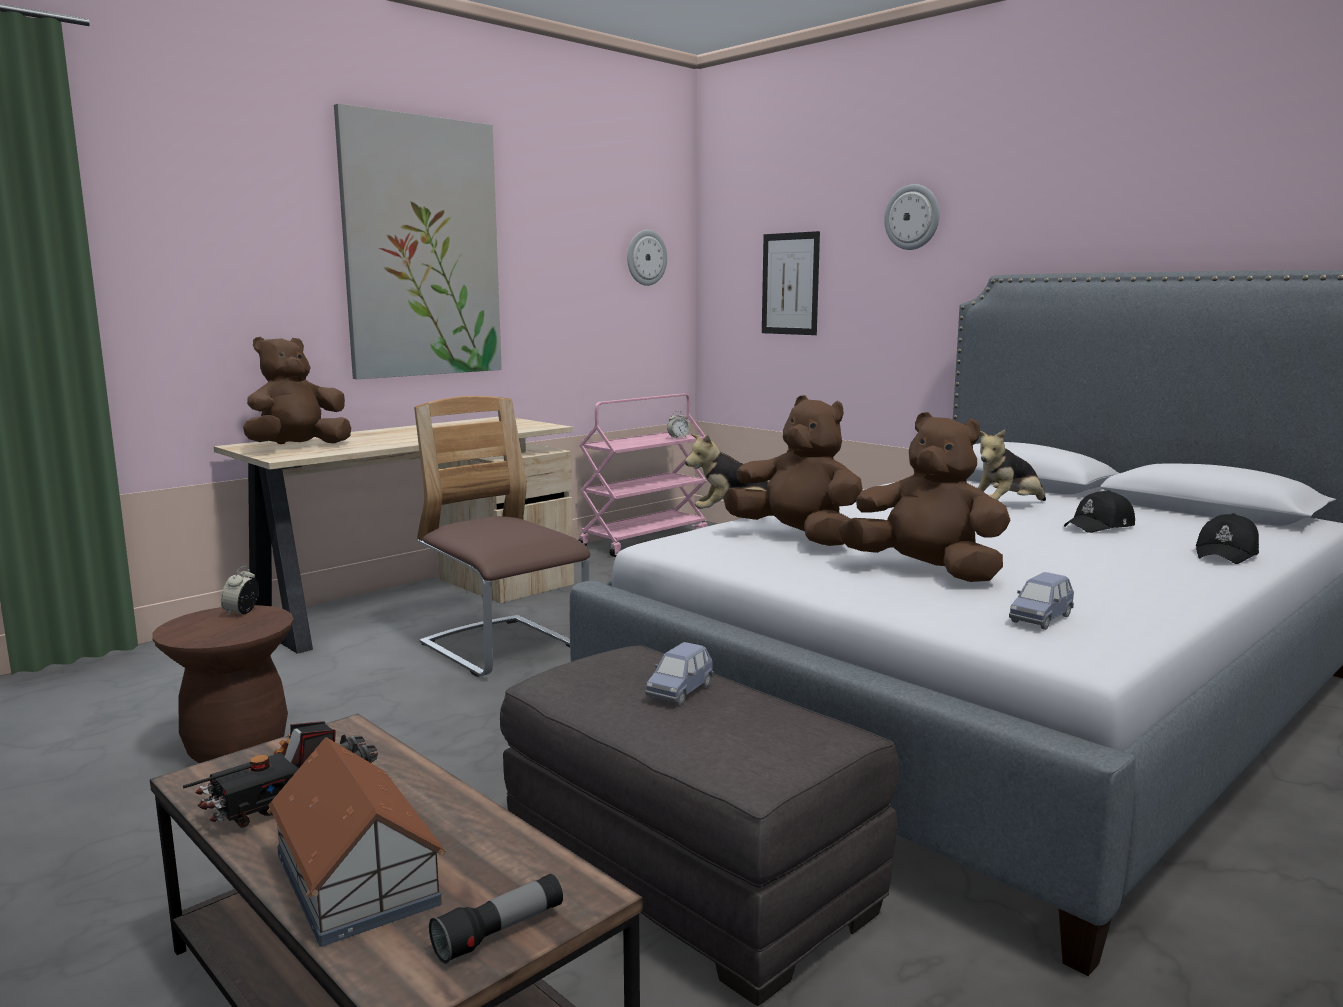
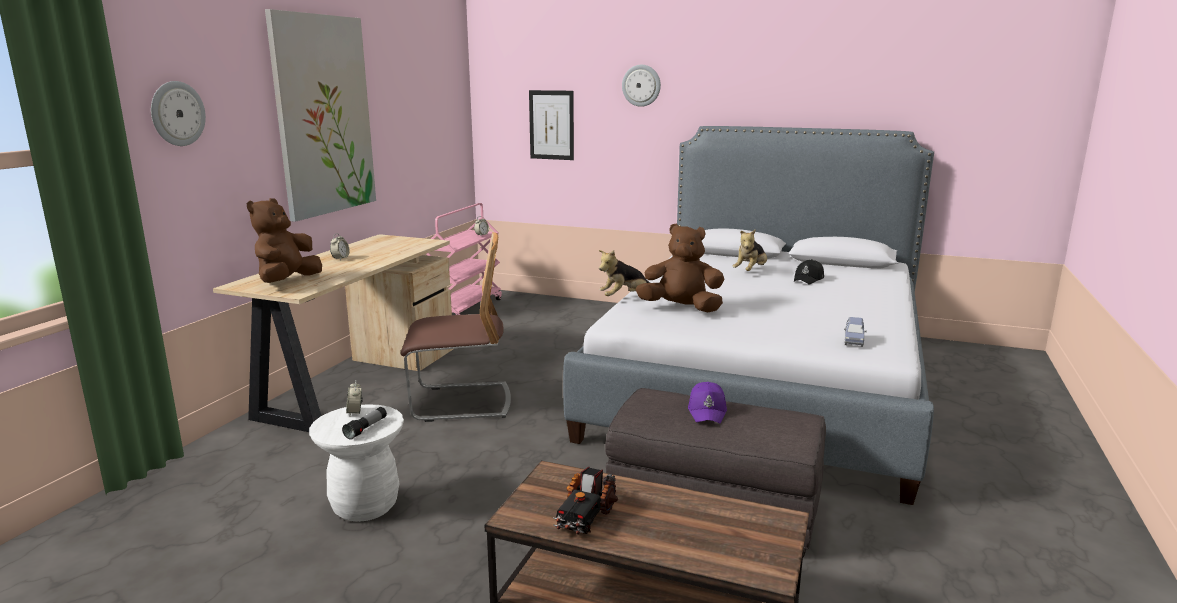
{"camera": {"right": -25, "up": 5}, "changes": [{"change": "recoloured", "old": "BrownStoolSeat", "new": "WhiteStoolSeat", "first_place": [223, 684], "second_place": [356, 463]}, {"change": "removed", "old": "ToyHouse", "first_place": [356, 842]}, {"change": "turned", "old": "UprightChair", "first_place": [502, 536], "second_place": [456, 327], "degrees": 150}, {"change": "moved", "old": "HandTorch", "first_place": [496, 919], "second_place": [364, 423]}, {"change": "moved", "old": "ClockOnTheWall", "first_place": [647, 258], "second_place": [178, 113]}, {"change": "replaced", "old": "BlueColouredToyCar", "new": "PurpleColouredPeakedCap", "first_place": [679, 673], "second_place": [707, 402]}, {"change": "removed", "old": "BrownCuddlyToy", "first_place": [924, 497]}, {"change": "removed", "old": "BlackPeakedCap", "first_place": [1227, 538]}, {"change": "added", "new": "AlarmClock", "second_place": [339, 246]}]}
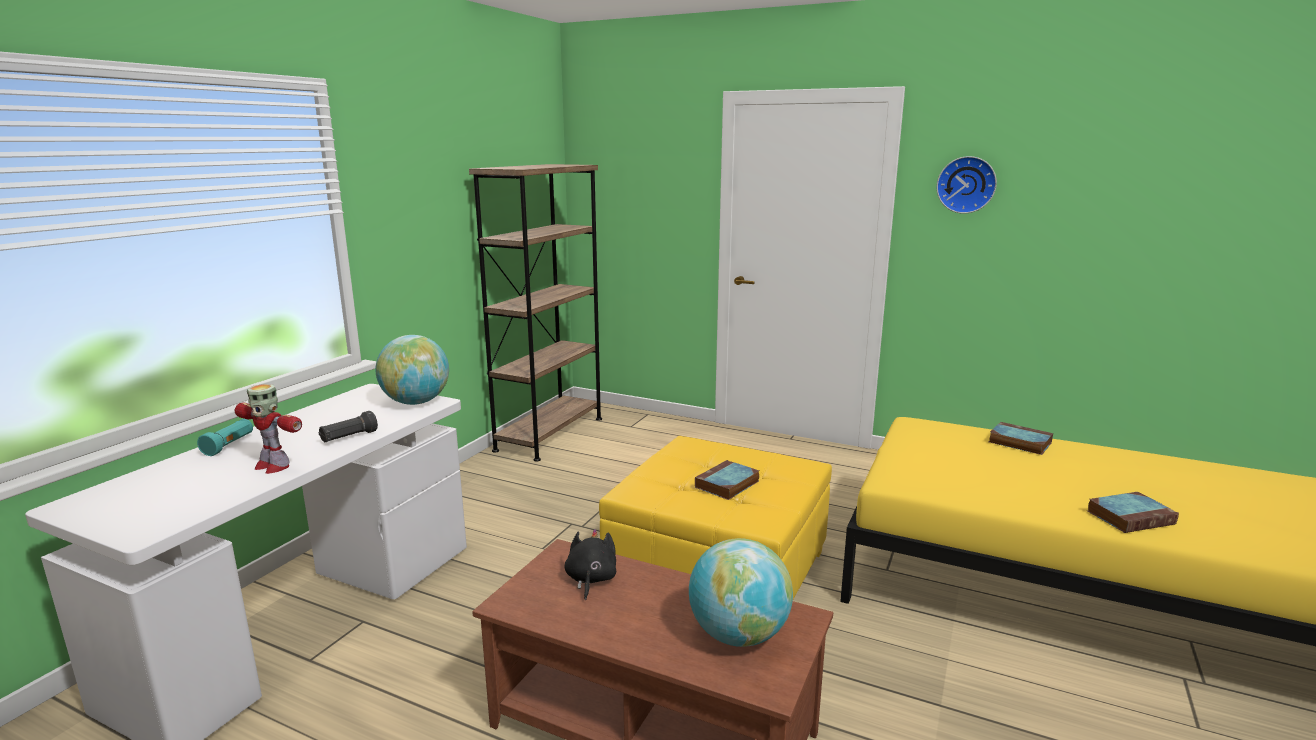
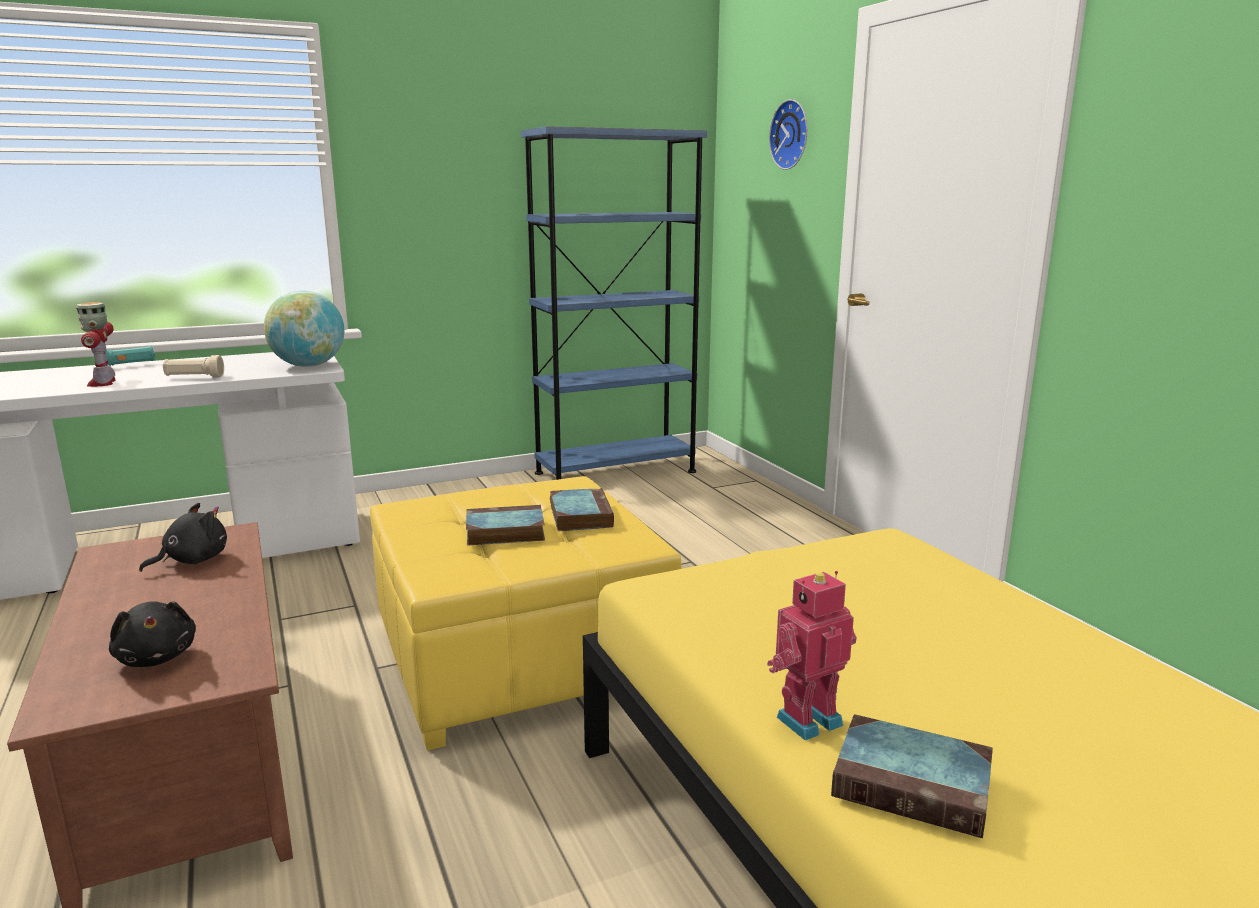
{"camera": {"right": 40, "up": 0}, "changes": [{"change": "recoloured", "old": "BlackHandTorch", "new": "SandColouredHandTorch", "first_place": [348, 426], "second_place": [193, 366]}, {"change": "recoloured", "old": "BrownShelvingUnit", "new": "BlueColouredShelvingUnit", "first_place": [535, 313], "second_place": [614, 303]}, {"change": "replaced", "old": "Globe", "new": "BlackCuddlyToy", "first_place": [741, 592], "second_place": [152, 634]}, {"change": "moved", "old": "ClockOnTheWall", "first_place": [966, 185], "second_place": [788, 134]}, {"change": "moved", "old": "Volume", "first_place": [1021, 438], "second_place": [582, 509]}, {"change": "added", "new": "ToyRobot", "second_place": [812, 655]}]}
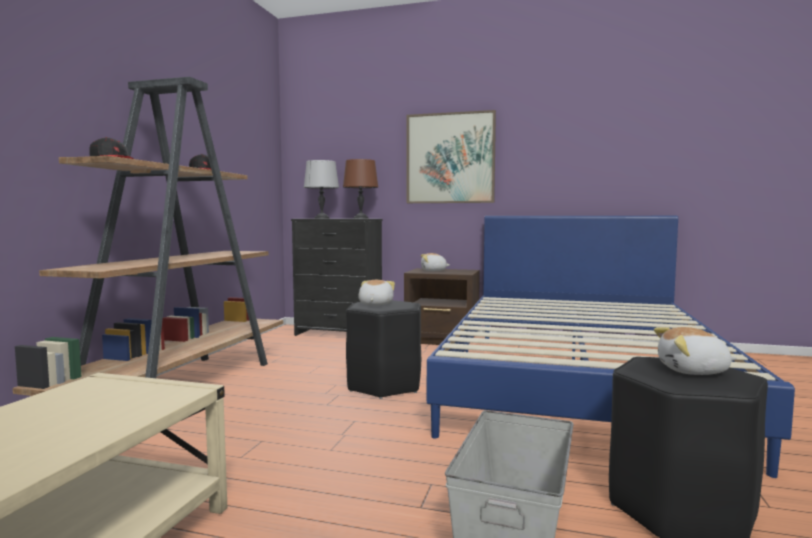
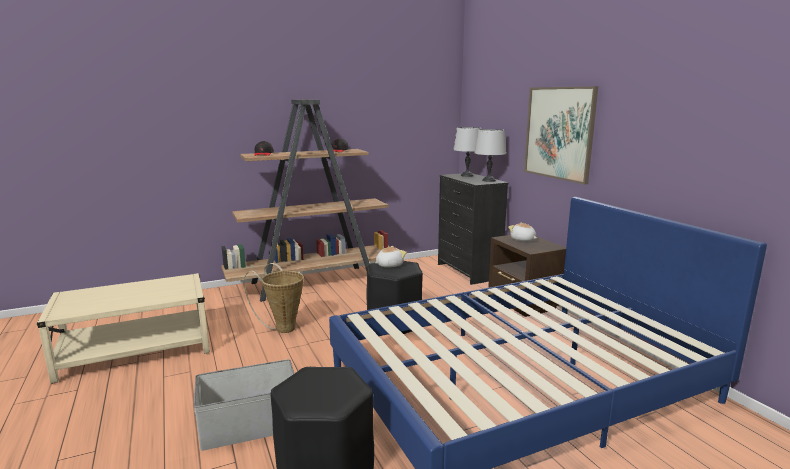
{"camera": {"right": 50, "up": 10}, "changes": [{"change": "recoloured", "old": "BrownTableLamp", "new": "GreyishTableLamp", "first_place": [360, 189], "second_place": [490, 155]}, {"change": "removed", "old": "CuddlyToy", "first_place": [695, 351]}, {"change": "added", "new": "Basket", "second_place": [274, 298]}]}
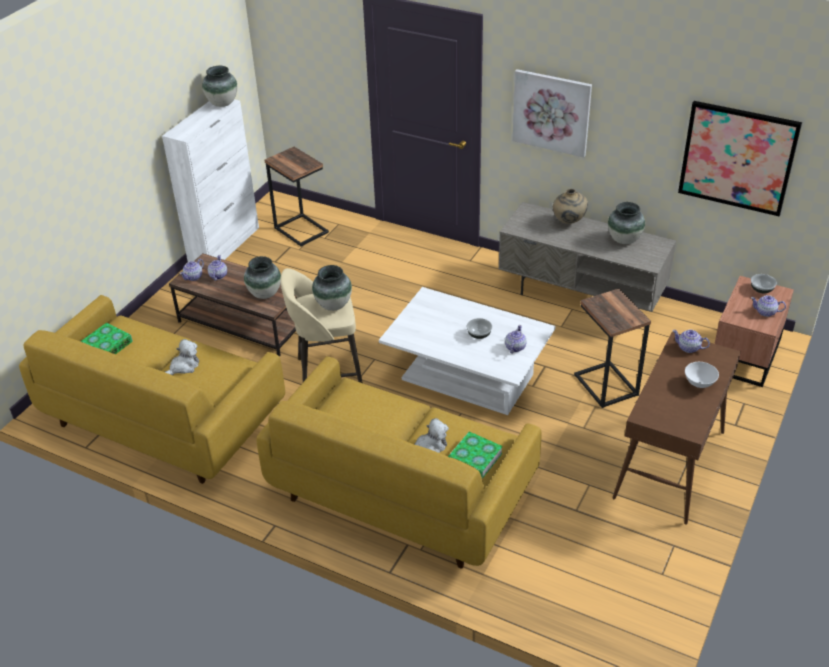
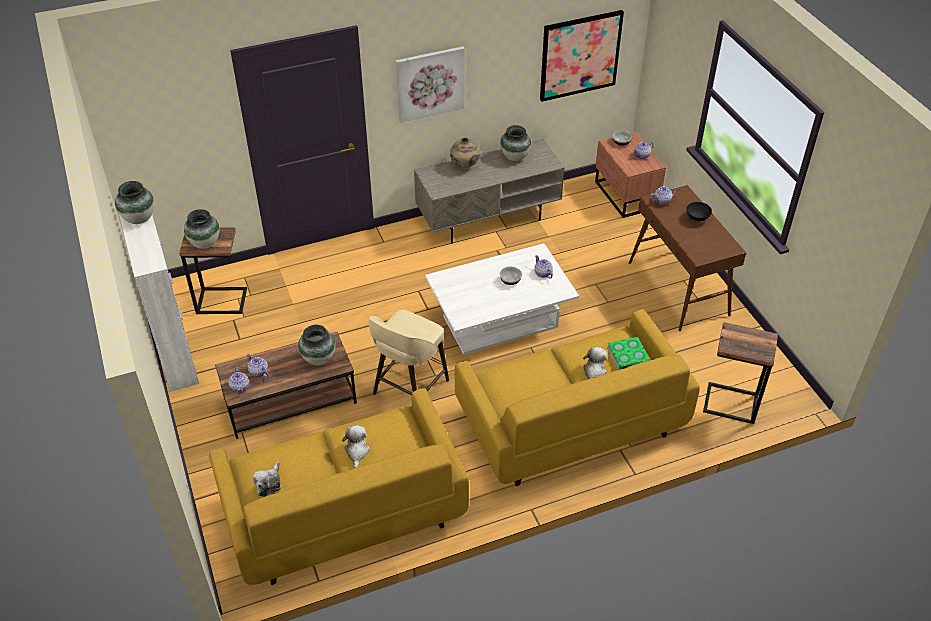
{"camera": {"right": -50, "up": 5}, "changes": [{"change": "replaced", "old": "Volume", "new": "CuddlyToy", "first_place": [107, 338], "second_place": [267, 479]}, {"change": "moved", "old": "FlowerVase", "first_place": [332, 288], "second_place": [202, 229]}, {"change": "moved", "old": "SideTable", "first_place": [612, 348], "second_place": [740, 373]}, {"change": "recoloured", "old": "WhiteBowl", "new": "BlackBowl", "first_place": [702, 375], "second_place": [699, 211]}]}
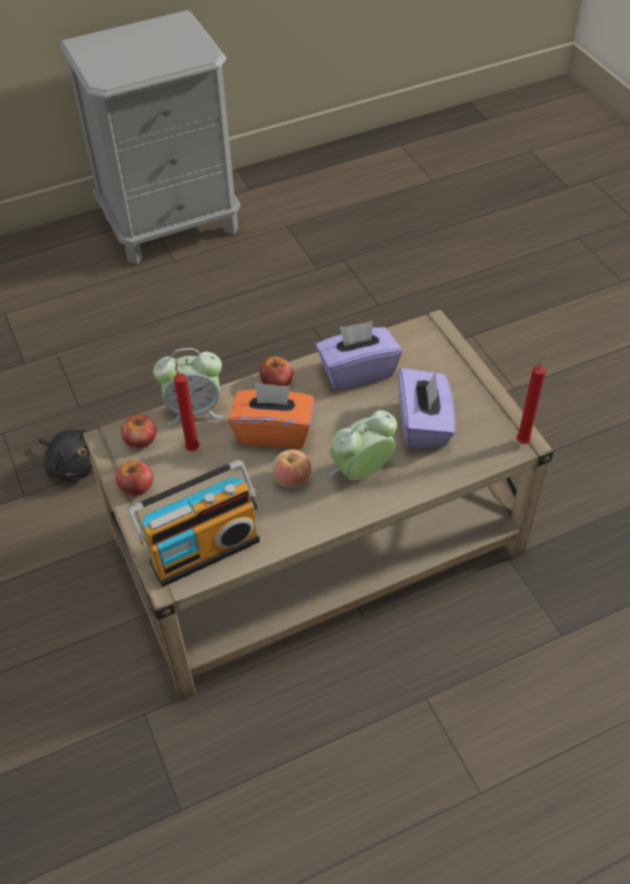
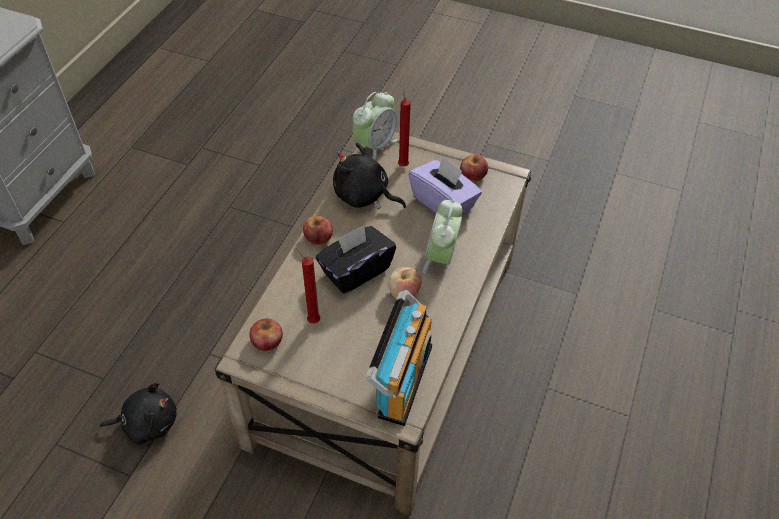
{"camera": {"right": -45, "up": 0}, "changes": [{"change": "moved", "old": "AppleFruit", "first_place": [134, 478], "second_place": [474, 168]}, {"change": "moved", "old": "AlarmClock", "first_place": [188, 386], "second_place": [375, 126]}, {"change": "recoloured", "old": "OrangeBoxOfTissues", "new": "BlackBoxOfTissues", "first_place": [271, 415], "second_place": [356, 259]}, {"change": "replaced", "old": "PurpleColouredBoxOfTissues", "new": "BlackCuddlyToy", "first_place": [359, 355], "second_place": [369, 176]}, {"change": "moved", "old": "ReddishWaxCandle", "first_place": [531, 398], "second_place": [404, 127]}]}
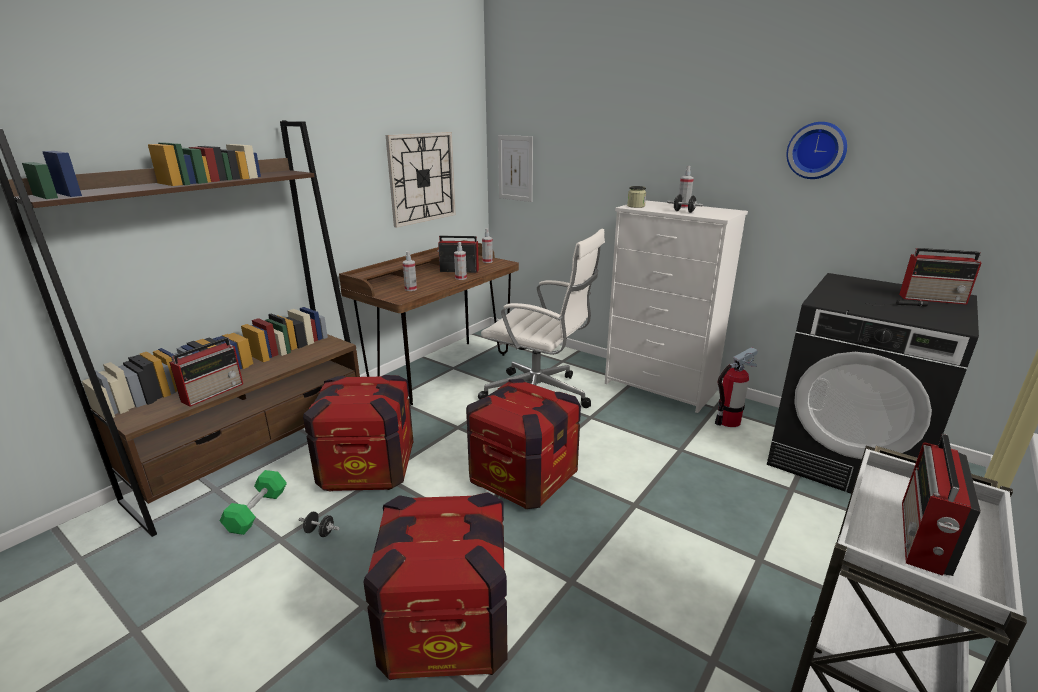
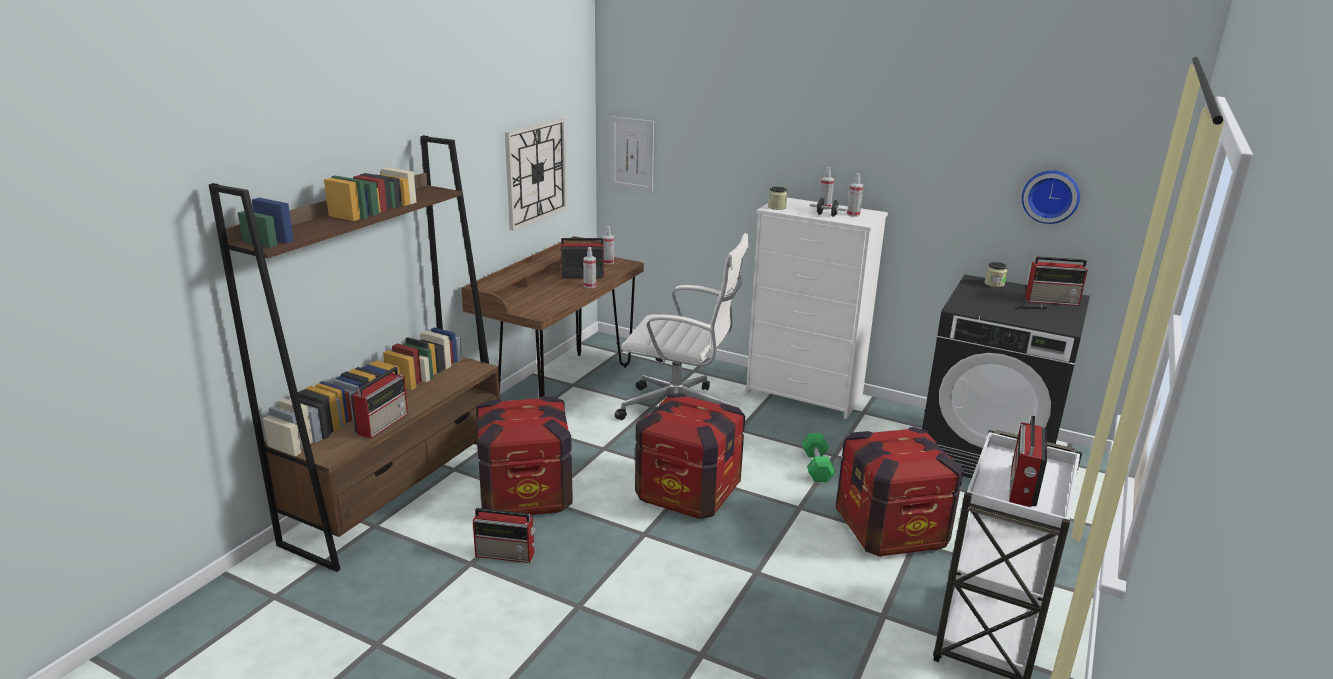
{"camera": {"right": -10, "up": 0}, "changes": [{"change": "moved", "old": "GreenColouredHandWeight", "first_place": [253, 502], "second_place": [819, 457]}, {"change": "replaced", "old": "BlackHandWeight", "new": "RadioReceiver", "first_place": [319, 524], "second_place": [504, 535]}, {"change": "moved", "old": "ShippingCrate", "first_place": [435, 586], "second_place": [900, 492]}, {"change": "moved", "old": "Sprayer", "first_place": [410, 271], "second_place": [855, 195]}, {"change": "removed", "old": "FireExtinguisher", "first_place": [736, 387]}, {"change": "moved", "old": "ClockOnTheWall", "first_place": [816, 150], "second_place": [1051, 197]}, {"change": "added", "new": "PreserveJar", "second_place": [995, 274]}]}
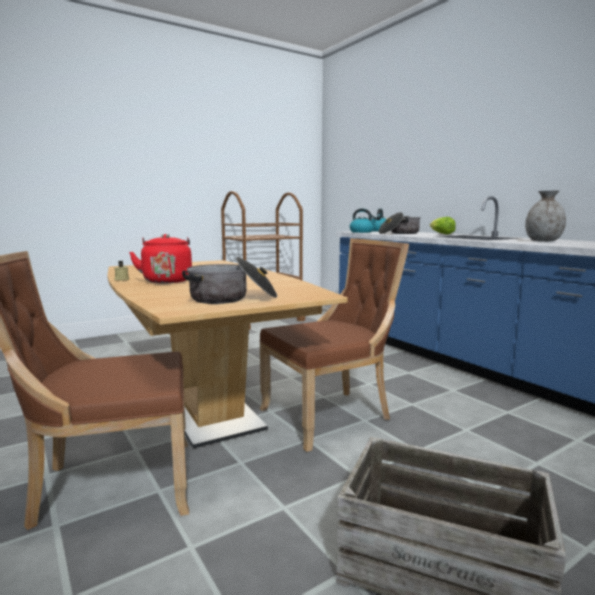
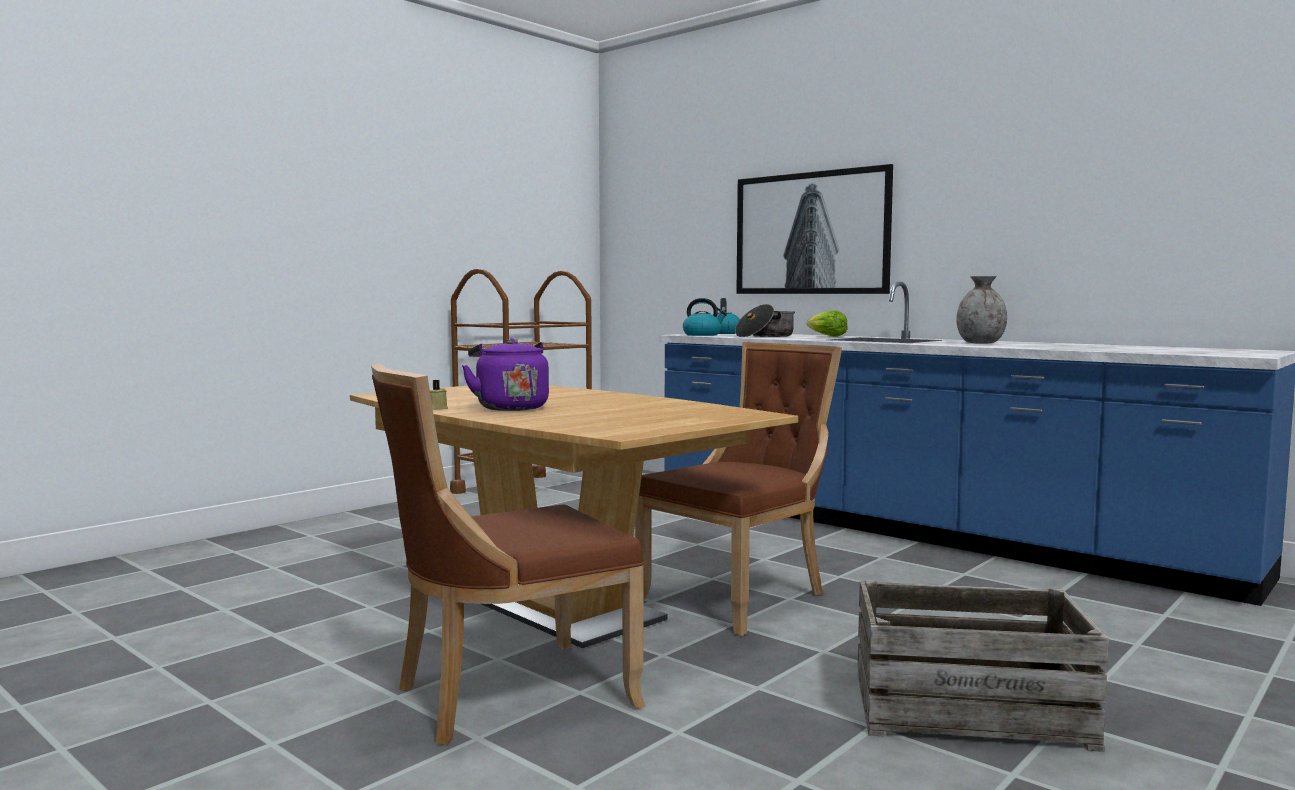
{"camera": {"right": -15, "up": -5}, "changes": [{"change": "recoloured", "old": "ReddishKettle", "new": "PurpleColouredKettle", "first_place": [160, 259], "second_place": [505, 374]}, {"change": "removed", "old": "Saucepot", "first_place": [229, 280]}, {"change": "added", "new": "Picture", "second_place": [814, 229]}]}
